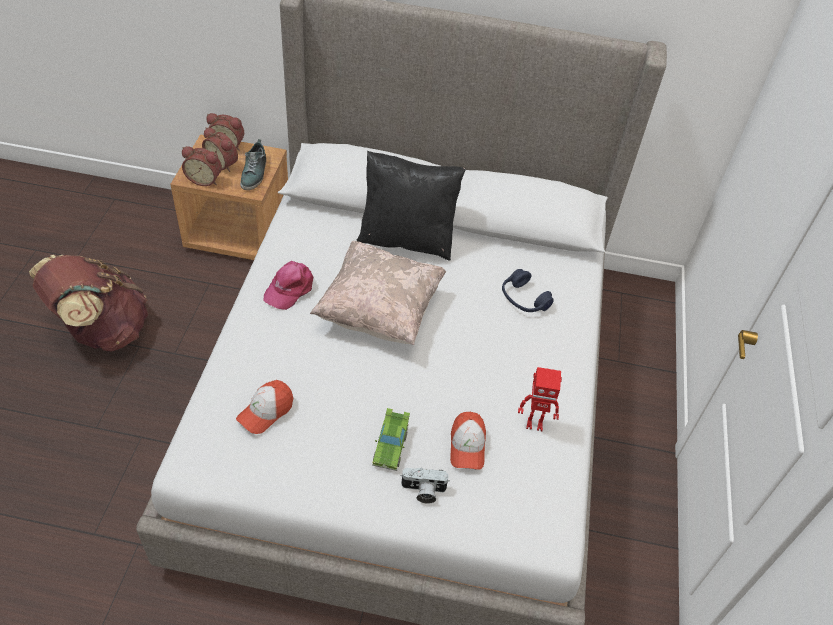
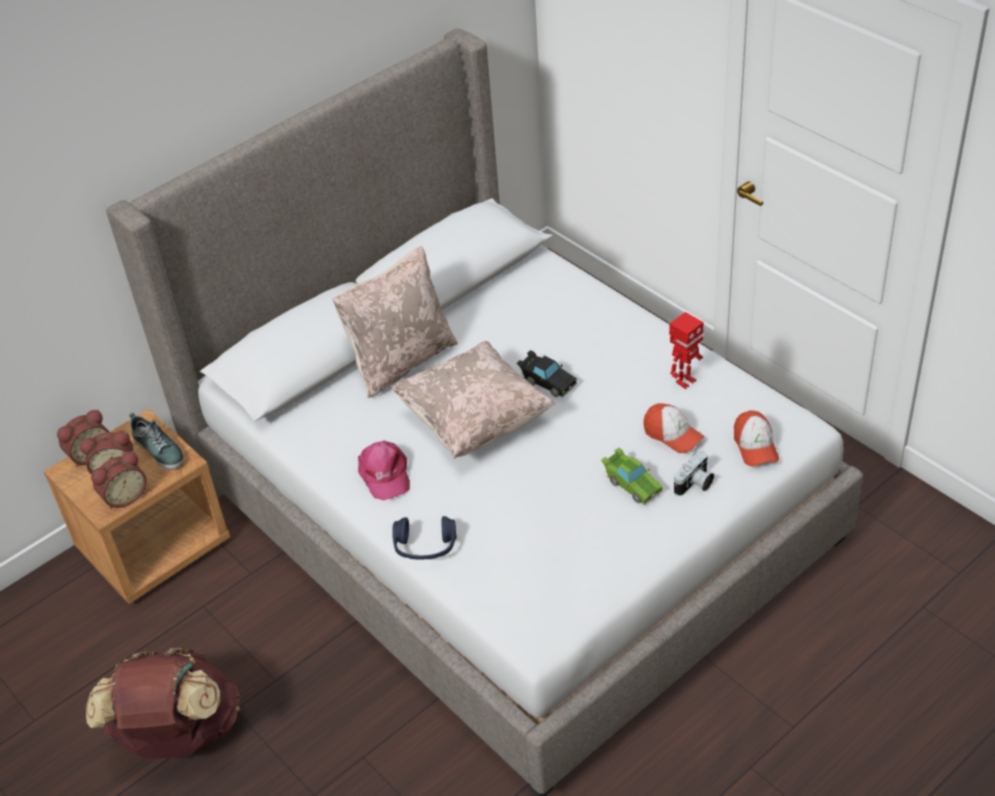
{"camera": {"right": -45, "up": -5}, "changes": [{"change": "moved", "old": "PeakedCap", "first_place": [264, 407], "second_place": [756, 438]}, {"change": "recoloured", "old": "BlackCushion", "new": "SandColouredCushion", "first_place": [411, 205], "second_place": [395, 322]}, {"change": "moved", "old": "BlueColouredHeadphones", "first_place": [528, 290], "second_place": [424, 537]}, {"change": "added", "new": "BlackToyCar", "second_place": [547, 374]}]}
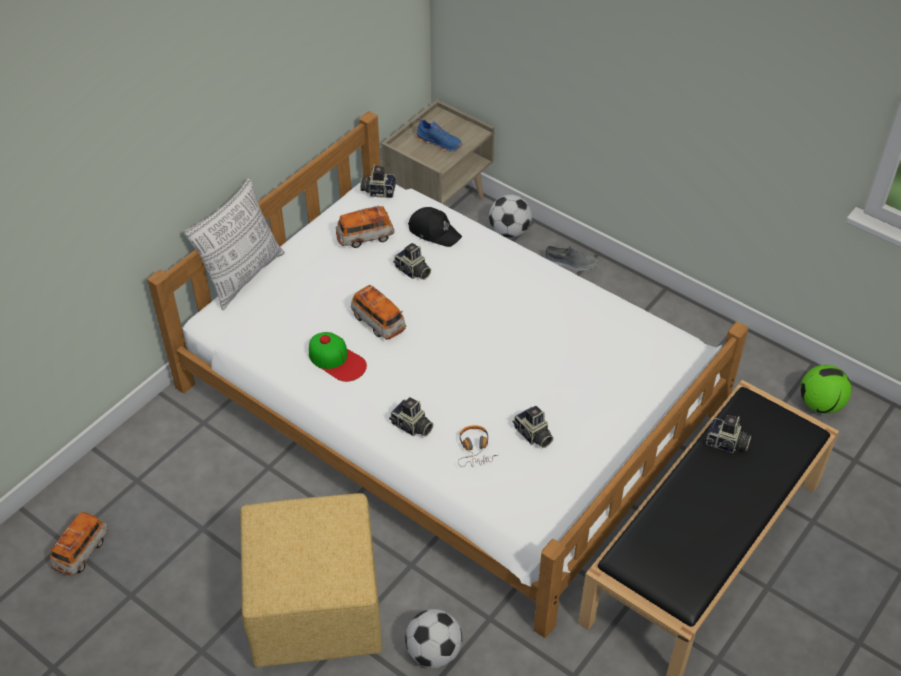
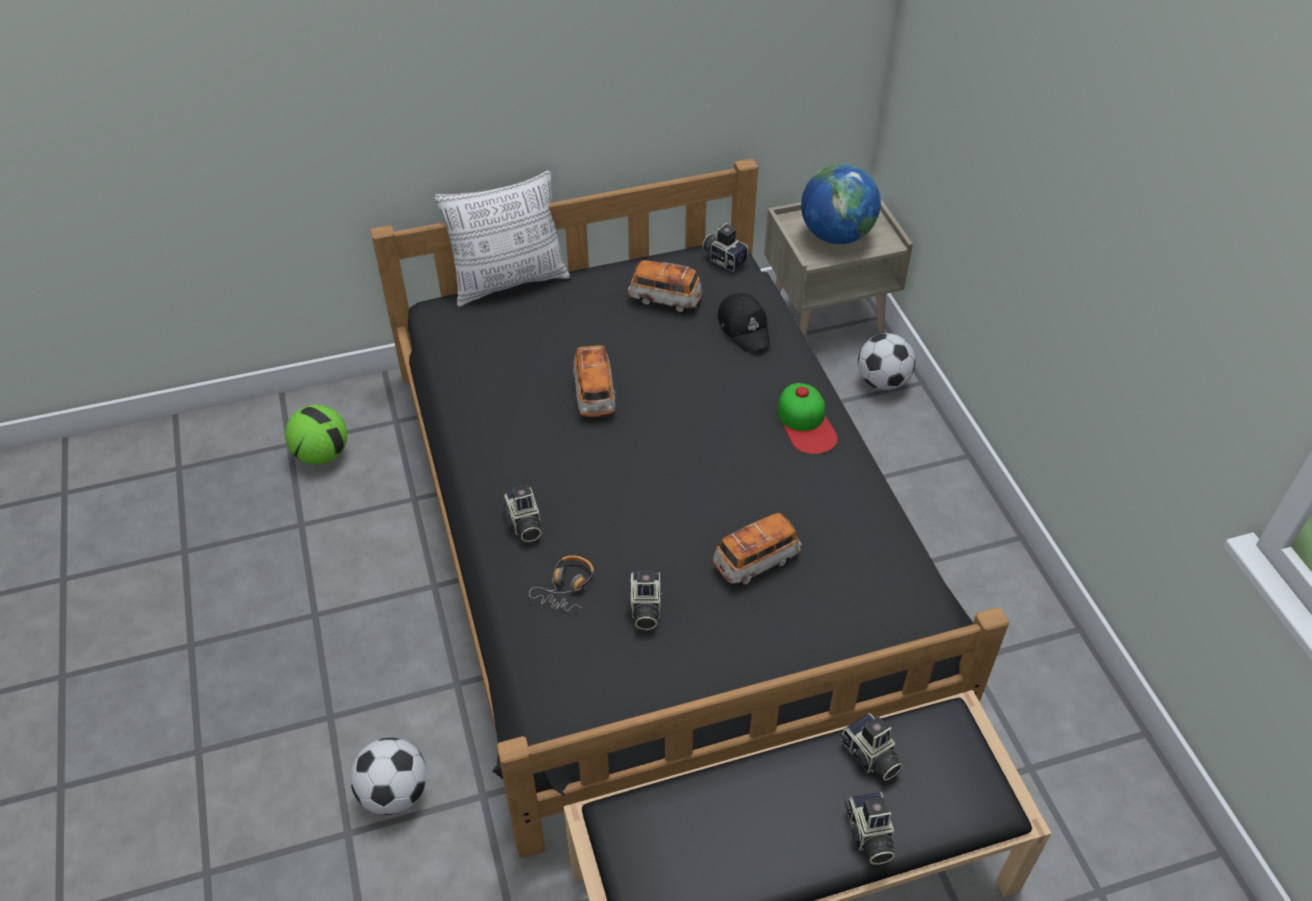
{"camera": {"right": 35, "up": 0}, "changes": [{"change": "moved", "old": "ToyCar", "first_place": [79, 544], "second_place": [757, 549]}, {"change": "recoloured", "old": "WhiteSleepingBed", "new": "BlackSleepingBed", "first_place": [448, 374], "second_place": [689, 508]}, {"change": "removed", "old": "YellowishFootrest", "first_place": [311, 580]}, {"change": "moved", "old": "PeakedCap", "first_place": [338, 357], "second_place": [808, 418]}, {"change": "moved", "old": "StillCamera", "first_place": [412, 261], "second_place": [870, 828]}, {"change": "replaced", "old": "BlueColouredLowShoe", "new": "Globe", "first_place": [439, 135], "second_place": [841, 204]}, {"change": "removed", "old": "GreyishLowShoe", "first_place": [571, 258]}, {"change": "moved", "old": "BallForFootball", "first_place": [826, 389], "second_place": [316, 435]}]}
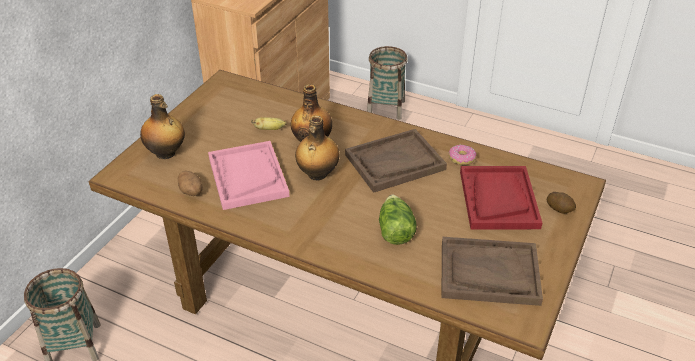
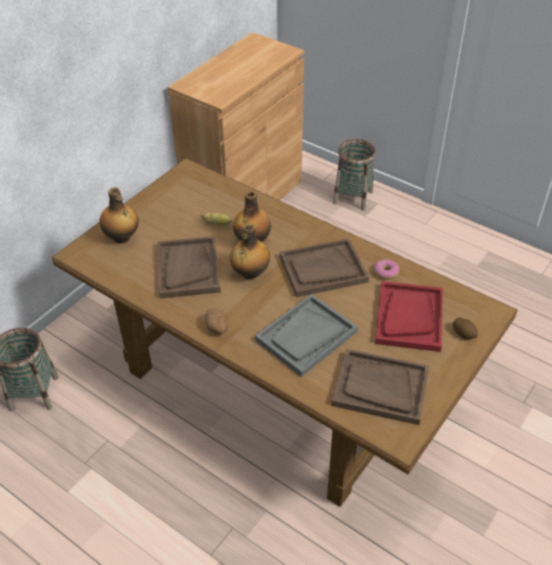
{"camera": {"right": 10, "up": 5}, "changes": [{"change": "moved", "old": "Spud", "first_place": [190, 183], "second_place": [216, 321]}, {"change": "recoloured", "old": "PinkServingTray", "new": "BrownServingTray", "first_place": [248, 175], "second_place": [189, 267]}, {"change": "replaced", "old": "LettuceHead", "new": "GreyishServingTray", "first_place": [398, 220], "second_place": [306, 335]}]}
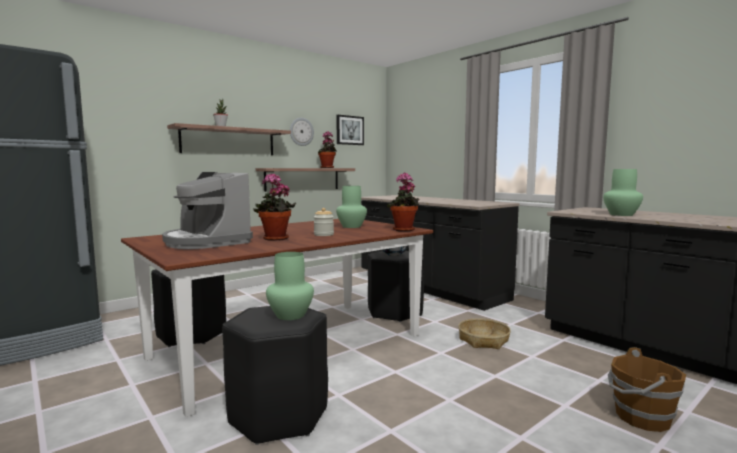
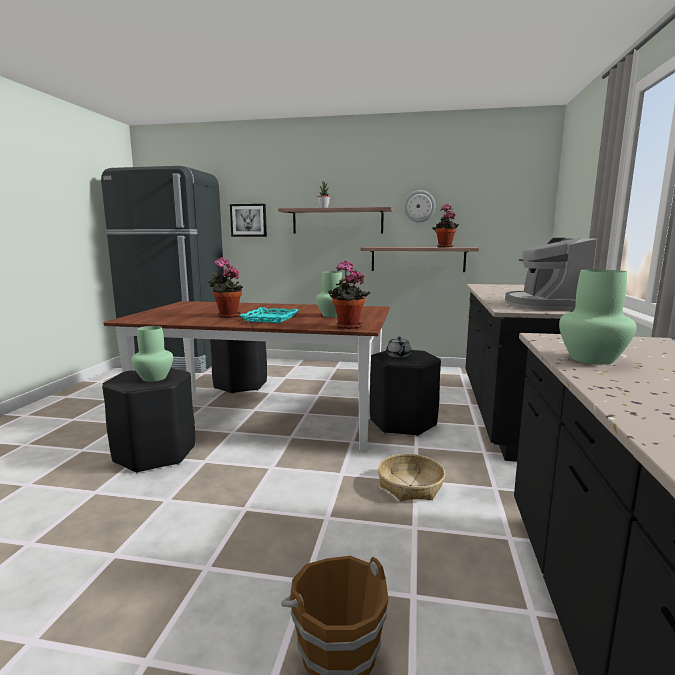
{"camera": {"right": 50, "up": 5}, "changes": [{"change": "moved", "old": "CoffeeMaker", "first_place": [207, 210], "second_place": [551, 274]}, {"change": "replaced", "old": "PreserveJar", "new": "TurquoiseServingTray", "first_place": [324, 222], "second_place": [269, 315]}, {"change": "moved", "old": "Picture", "first_place": [350, 130], "second_place": [248, 220]}]}
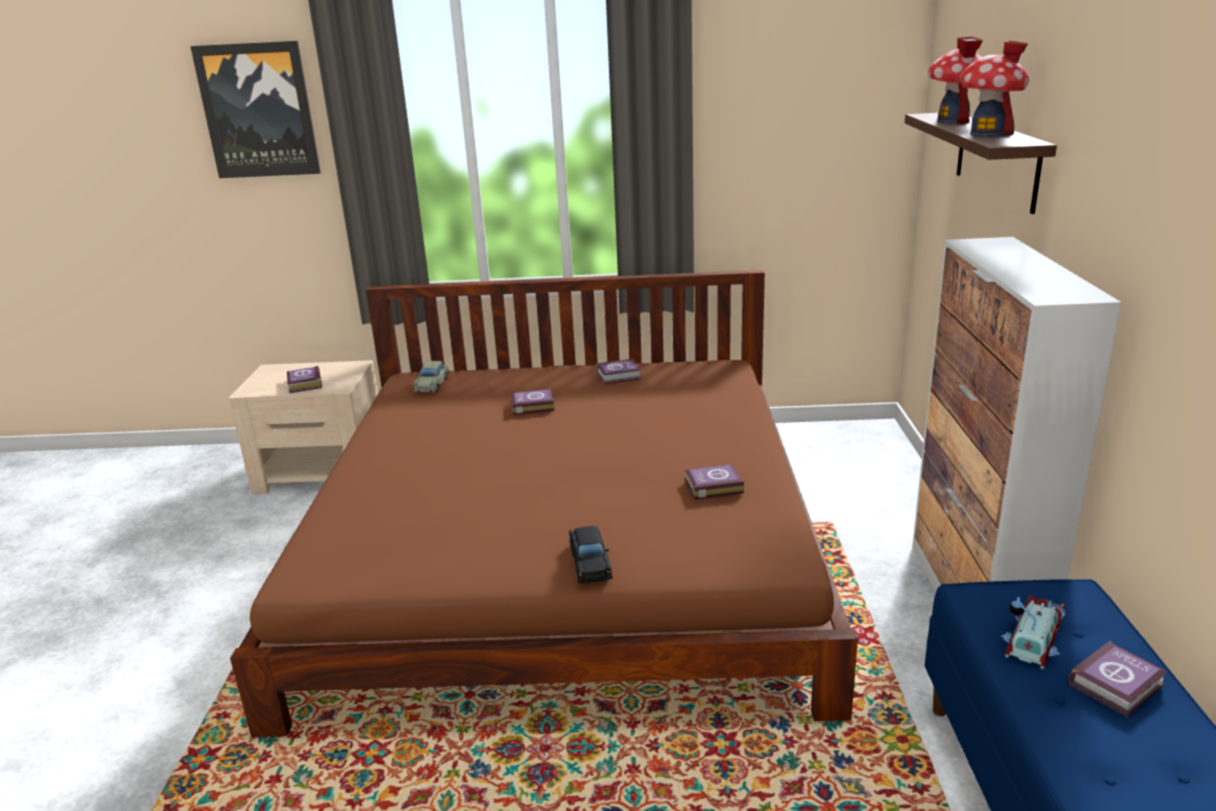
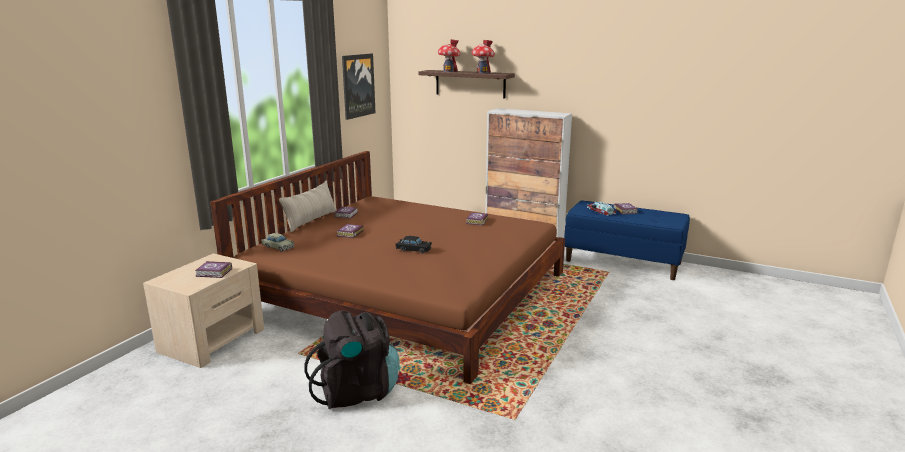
{"camera": {"right": -65, "up": -5}, "changes": [{"change": "moved", "old": "Picture", "first_place": [255, 109], "second_place": [359, 86]}, {"change": "moved", "old": "BlackToyCar", "first_place": [591, 555], "second_place": [413, 245]}, {"change": "added", "new": "SandColouredCushion", "second_place": [308, 206]}, {"change": "added", "new": "BlackBackpack", "second_place": [352, 360]}]}
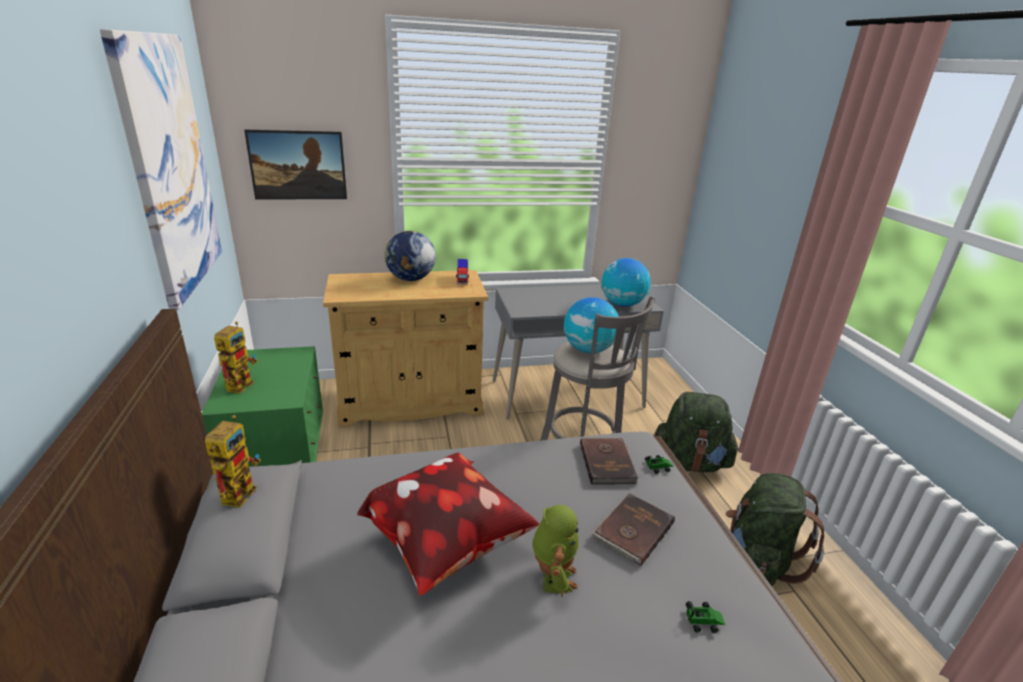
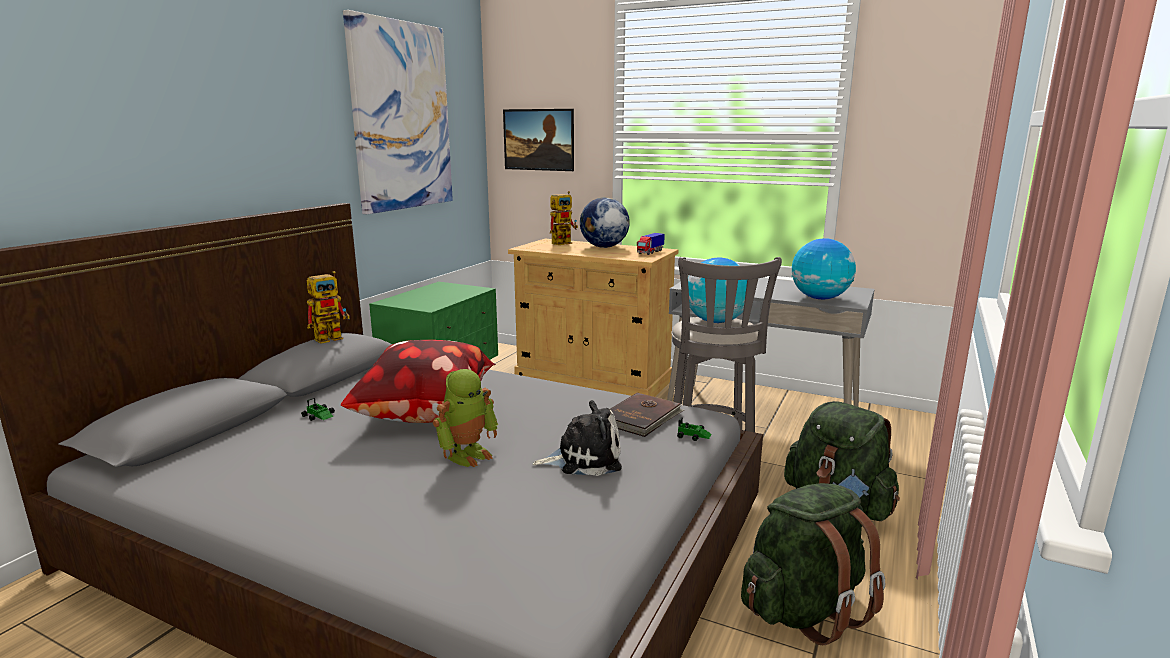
{"camera": {"right": 40, "up": -10}, "changes": [{"change": "moved", "old": "ToyRobot", "first_place": [235, 358], "second_place": [564, 218]}, {"change": "replaced", "old": "BrownVolume", "new": "CuddlyToy", "first_place": [632, 529], "second_place": [577, 438]}, {"change": "moved", "old": "ToyCar", "first_place": [706, 617], "second_place": [318, 409]}]}
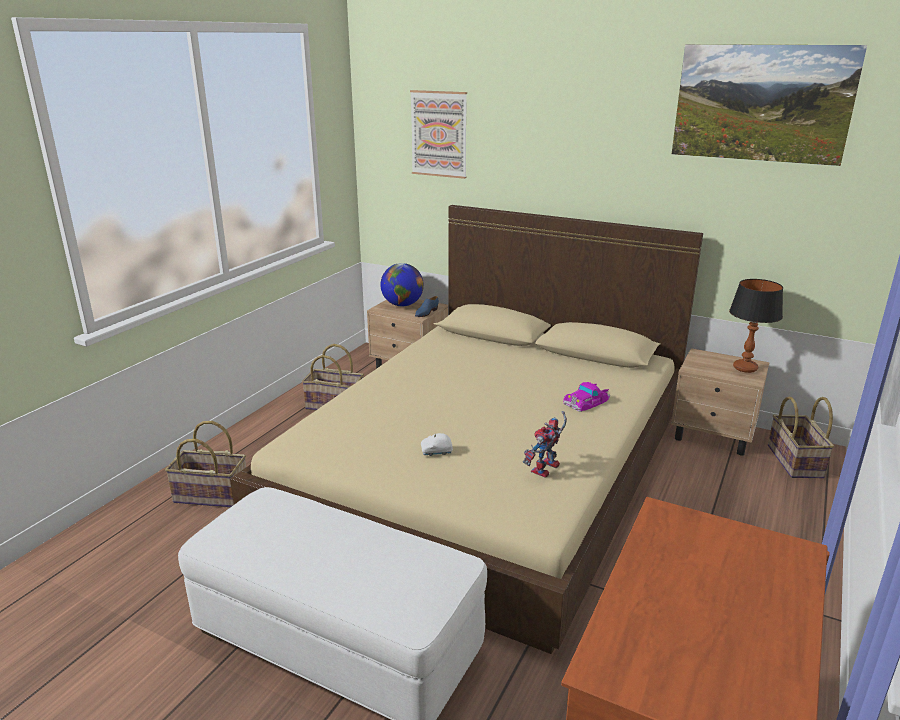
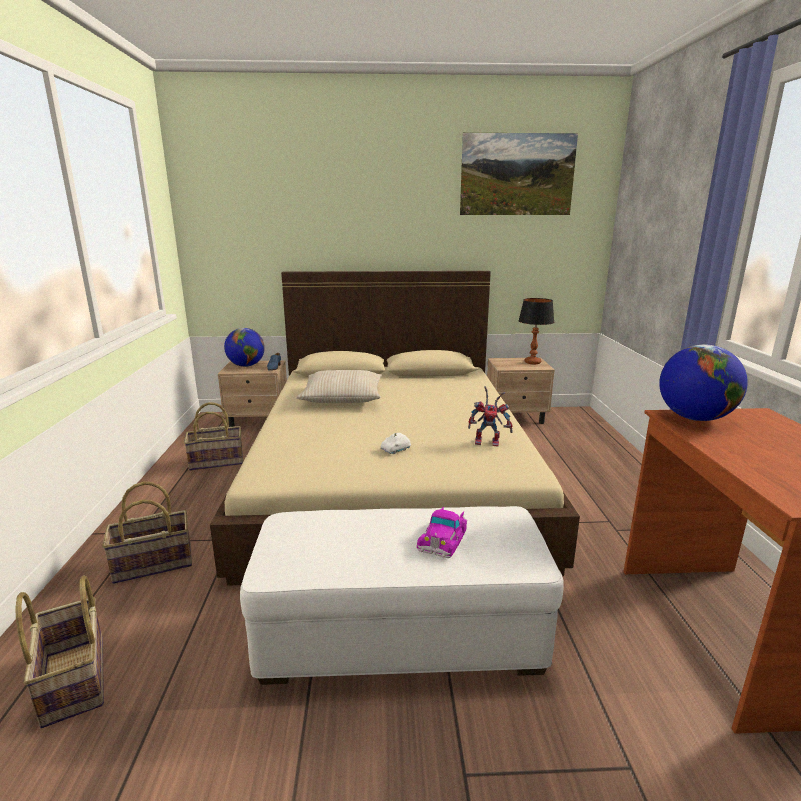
{"camera": {"right": -30, "up": -5}, "changes": [{"change": "removed", "old": "Picture", "first_place": [438, 134]}, {"change": "turned", "old": "ToyRobot", "first_place": [545, 444], "second_place": [490, 416], "degrees": -90}, {"change": "moved", "old": "ToyCar", "first_place": [586, 397], "second_place": [442, 532]}, {"change": "moved", "old": "Basket", "first_place": [801, 437], "second_place": [59, 652]}, {"change": "added", "new": "SandColouredCushion", "second_place": [339, 386]}, {"change": "added", "new": "Globe", "second_place": [703, 382]}]}
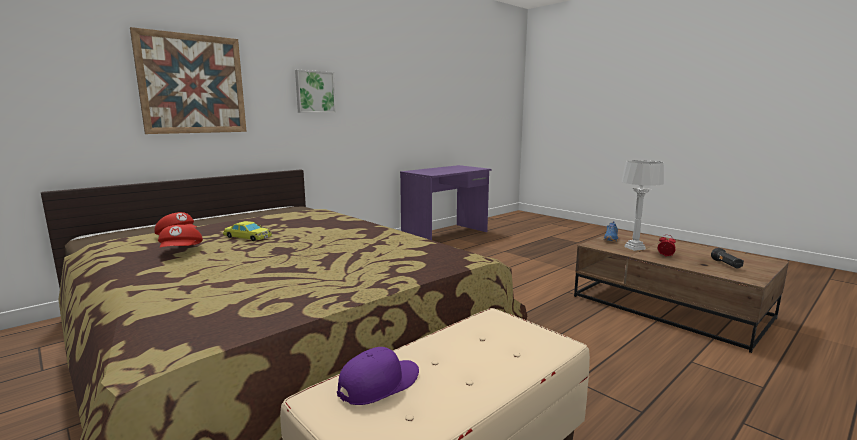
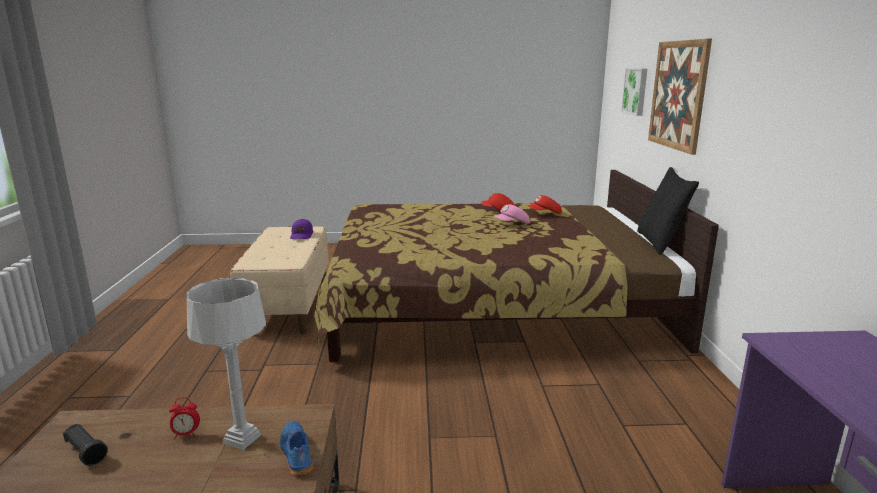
{"camera": {"right": 130, "up": 5}, "changes": [{"change": "replaced", "old": "YellowishToyCar", "new": "PinkPeakedCap", "first_place": [247, 231], "second_place": [512, 214]}, {"change": "moved", "old": "Picture", "first_place": [315, 91], "second_place": [634, 92]}, {"change": "added", "new": "BlackCushion", "second_place": [668, 211]}]}
